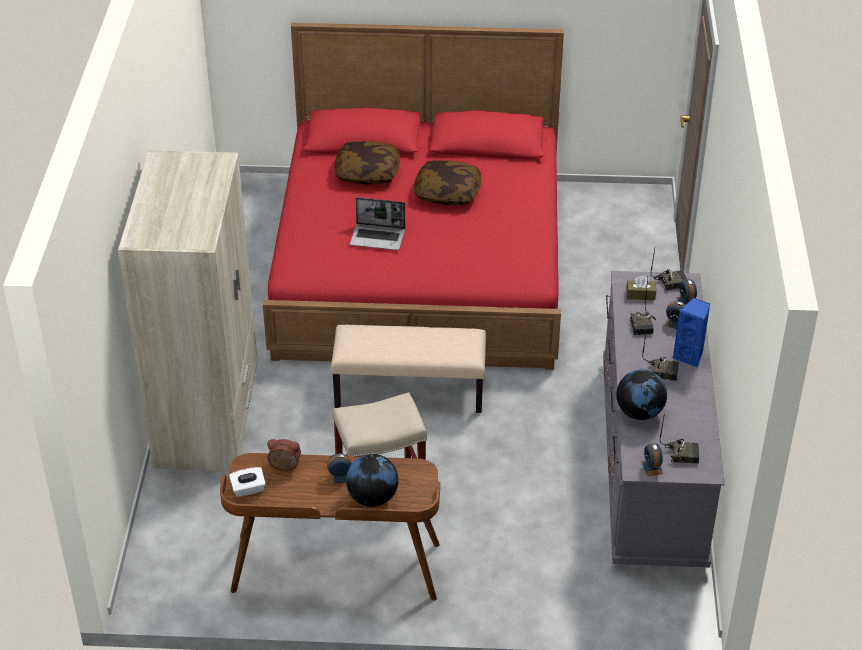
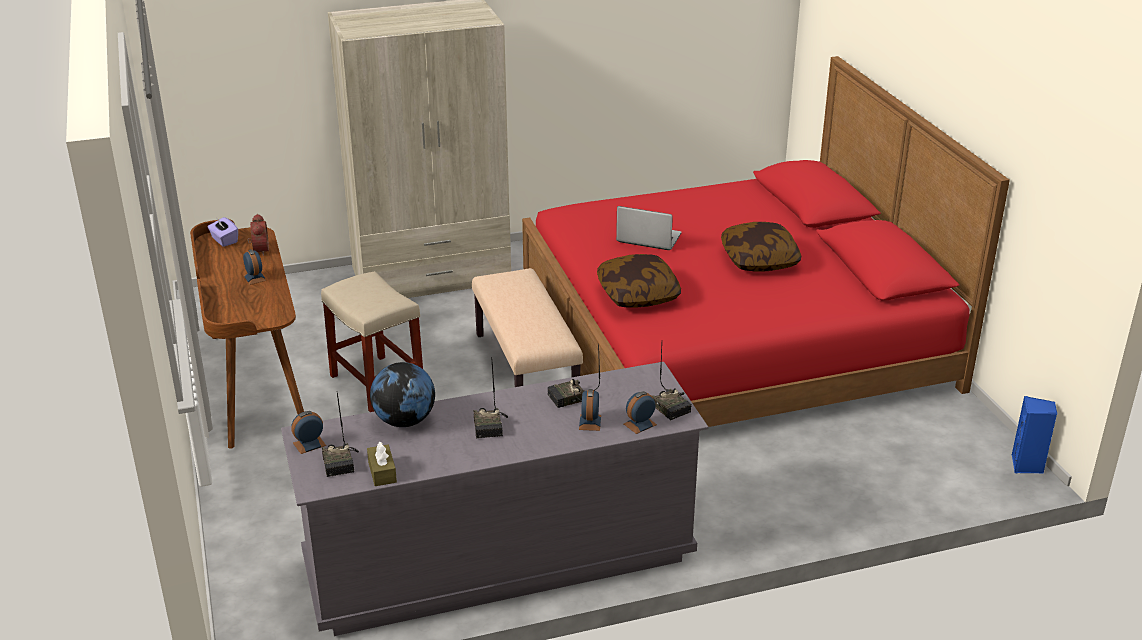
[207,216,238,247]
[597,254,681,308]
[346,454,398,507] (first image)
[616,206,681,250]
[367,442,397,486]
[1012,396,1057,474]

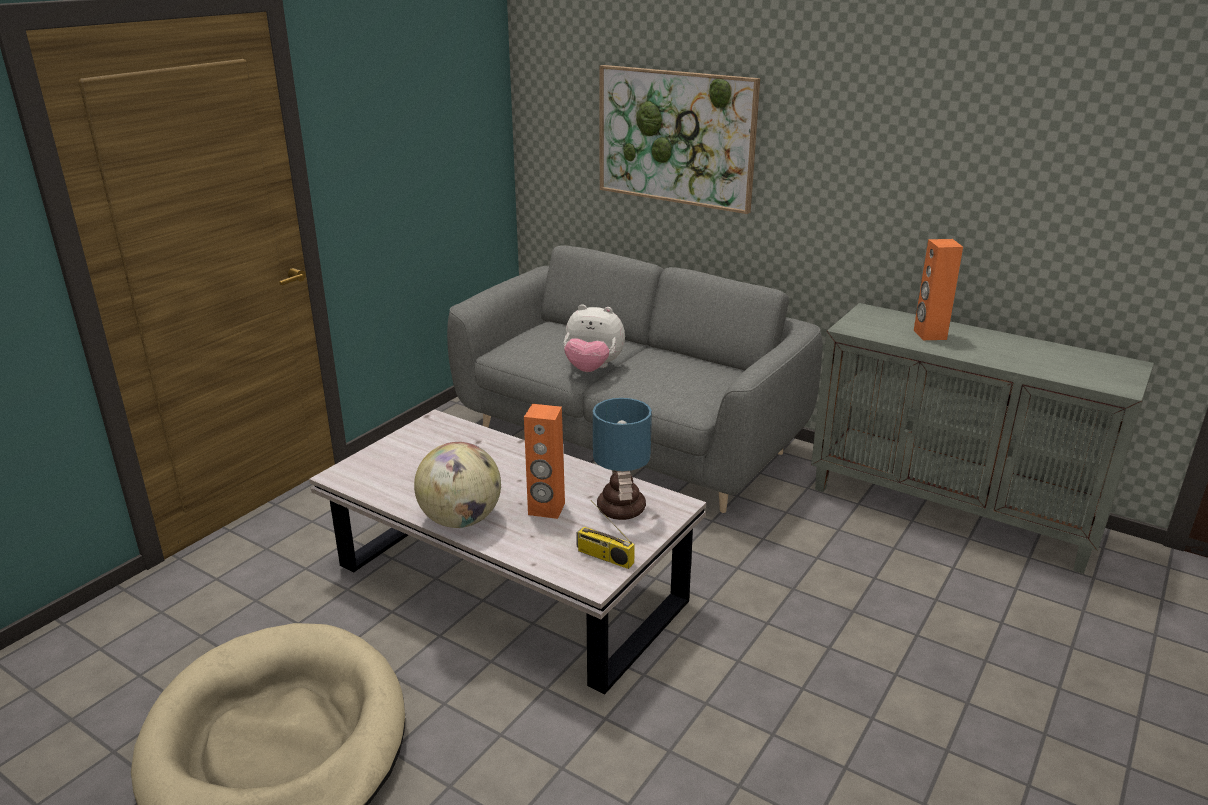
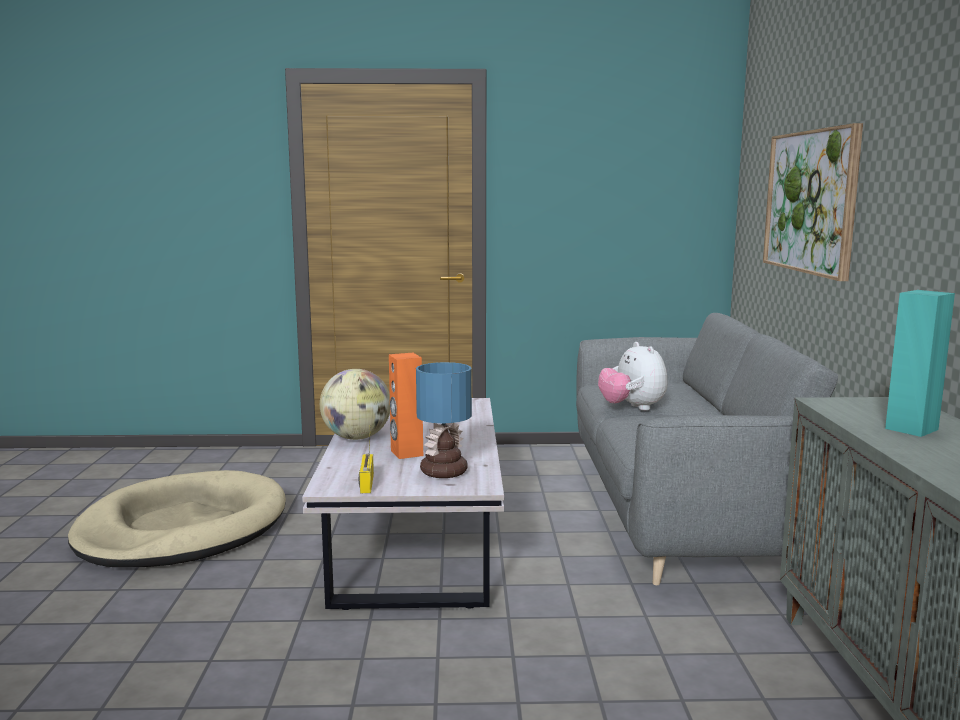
[885,290,955,437]

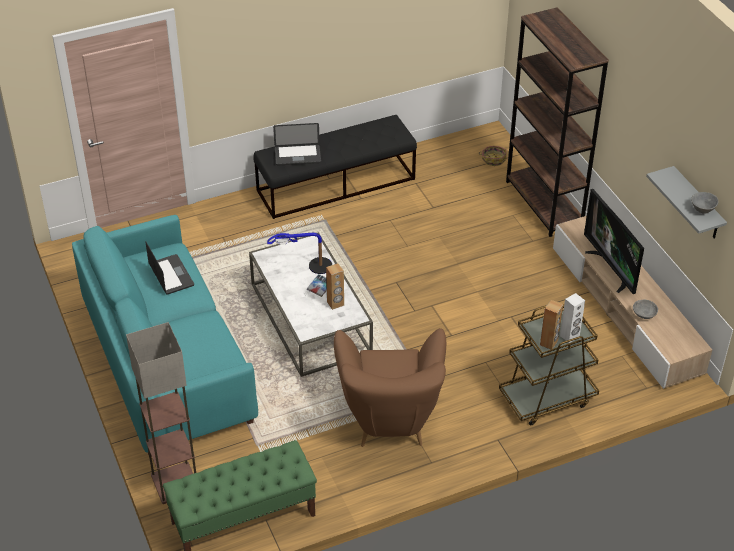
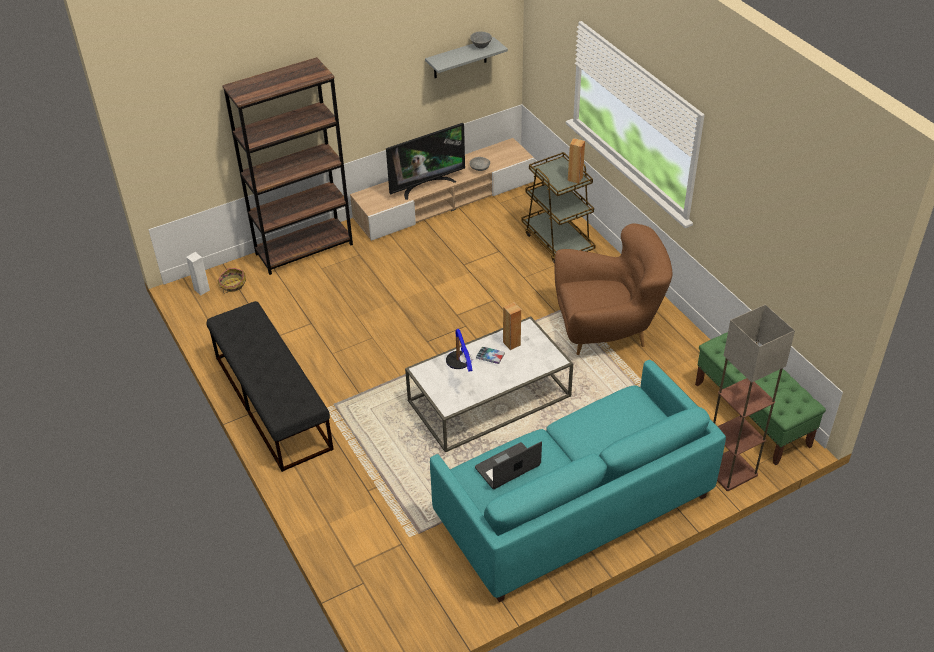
[273,123,321,165] (first image)
[186,252,210,295]

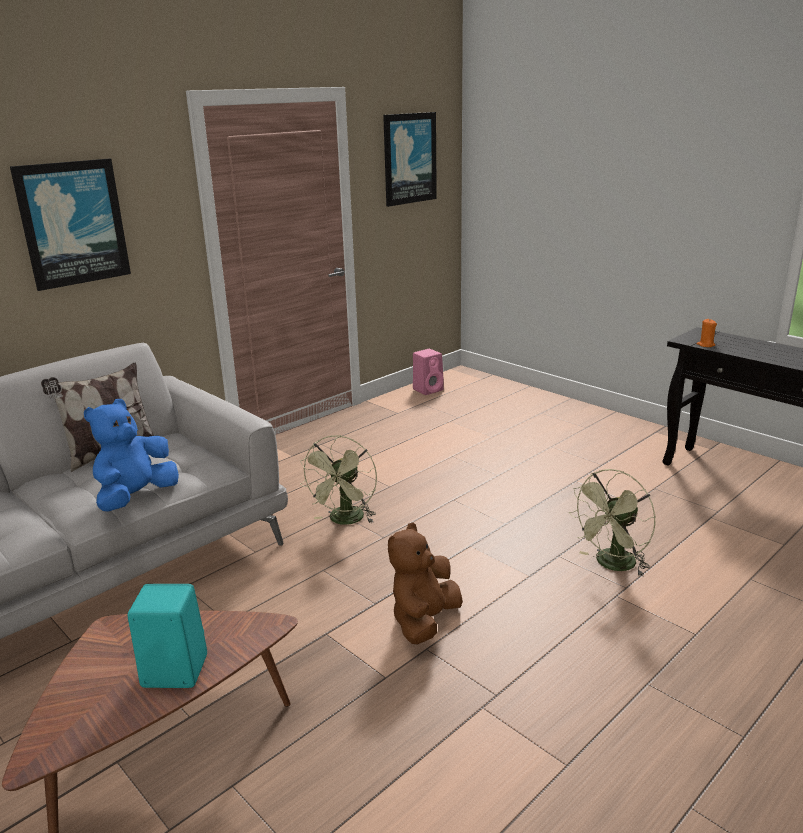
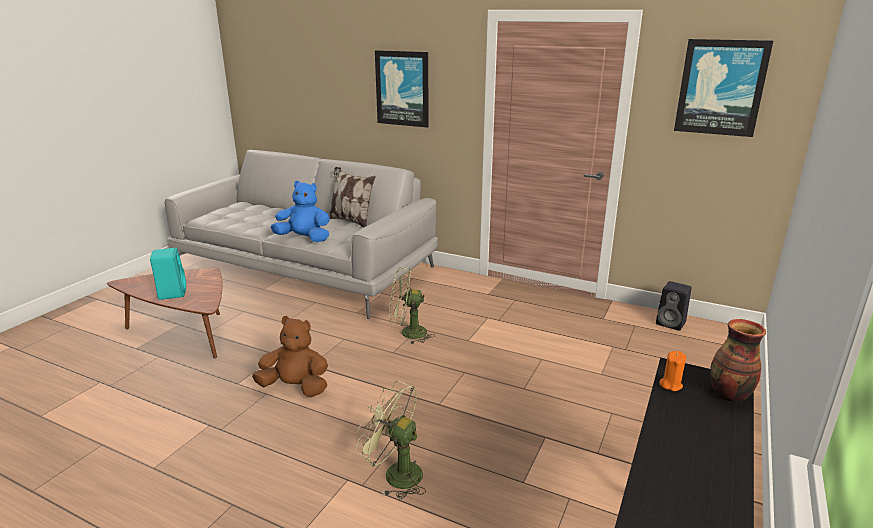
[656,281,692,331]
[710,319,766,402]

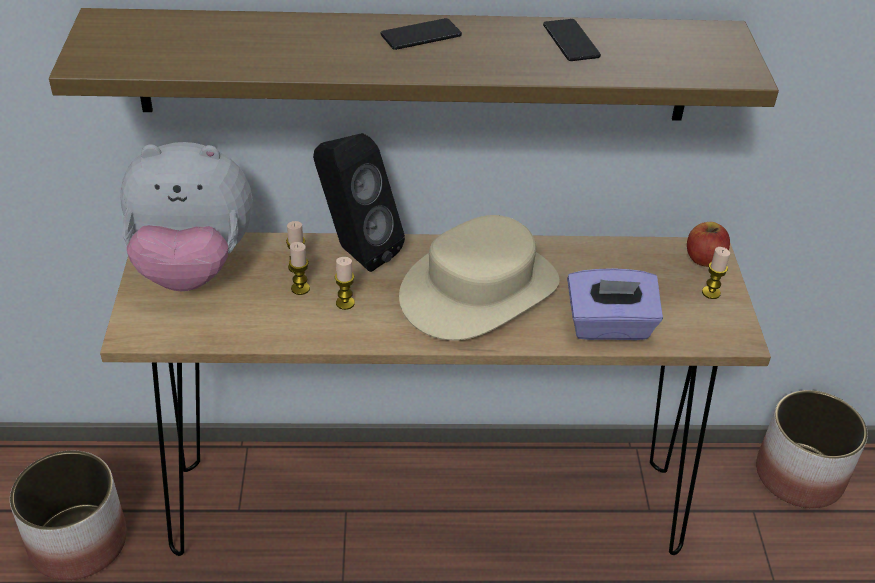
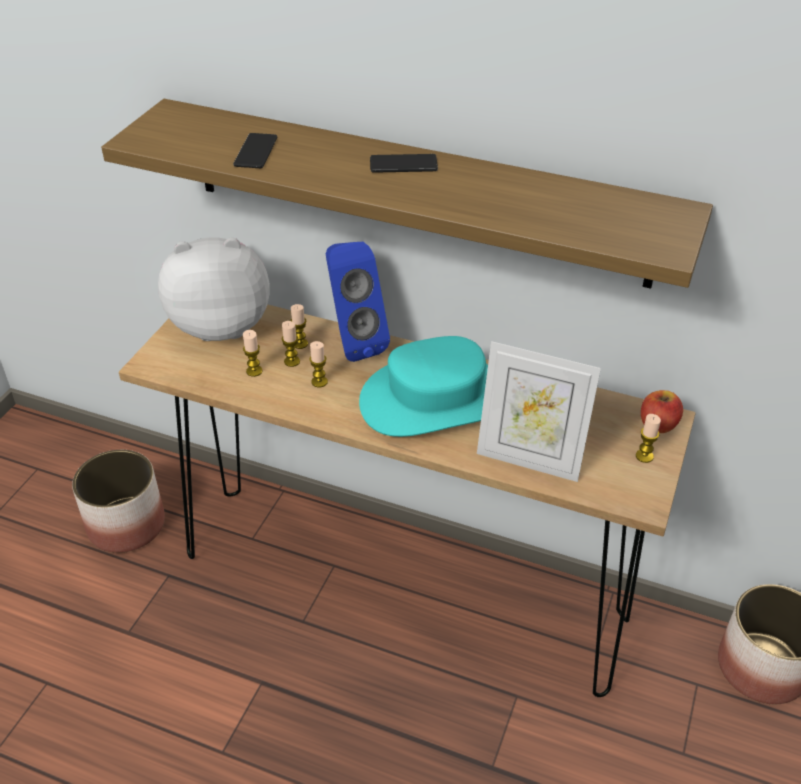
[158,237,270,341]
[326,242,390,362]
[359,336,488,437]
[233,133,277,168]
[477,341,601,482]
[243,330,263,377]

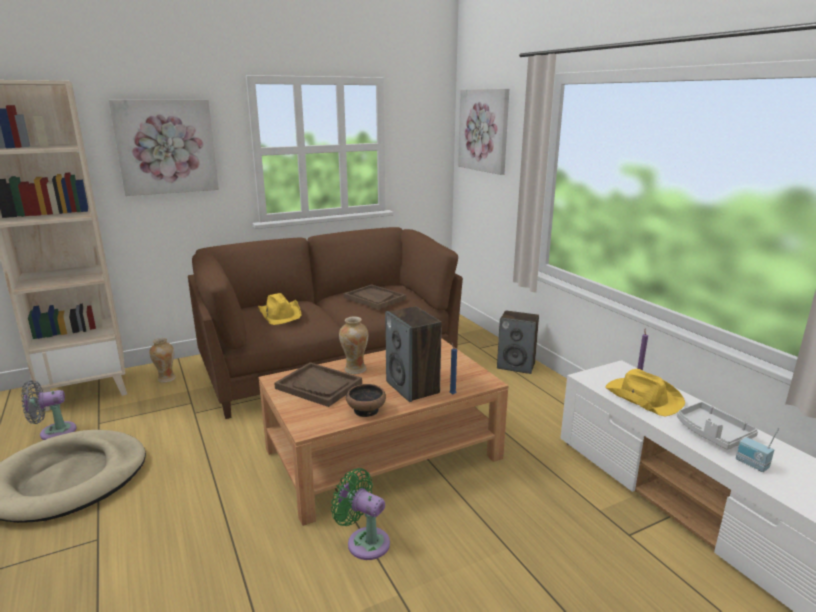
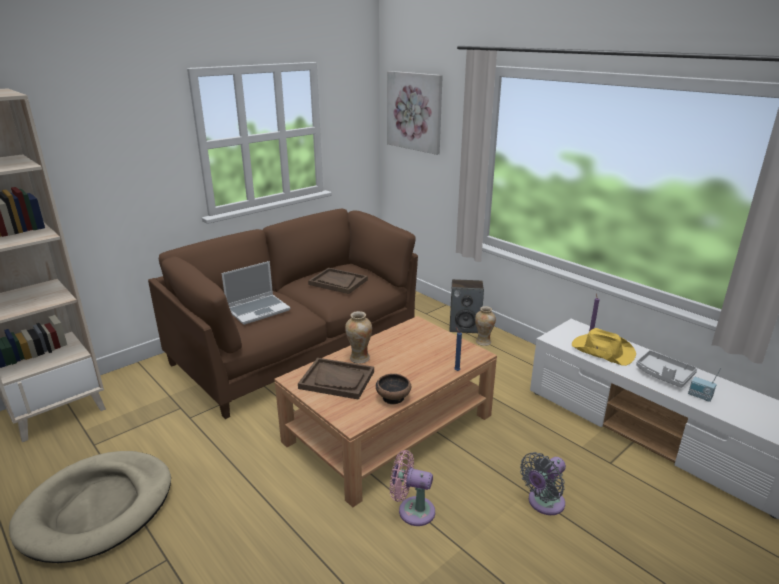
[520,452,566,515]
[109,100,219,196] (first image)
[475,306,496,346]
[221,261,291,325]
[390,450,435,526]
[385,306,442,402] (first image)

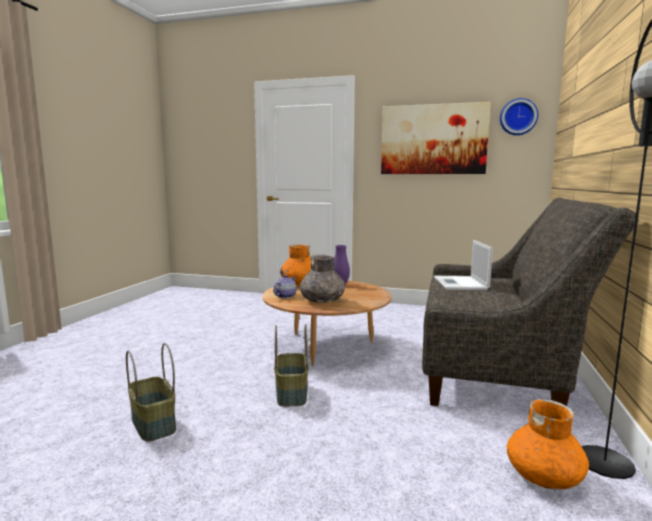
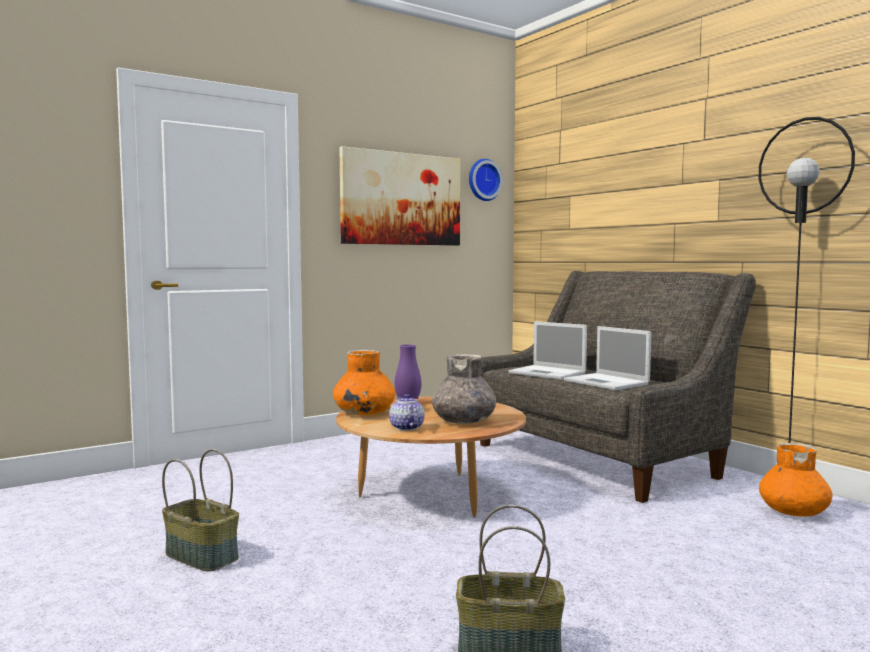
[162,449,239,572]
[564,326,651,390]

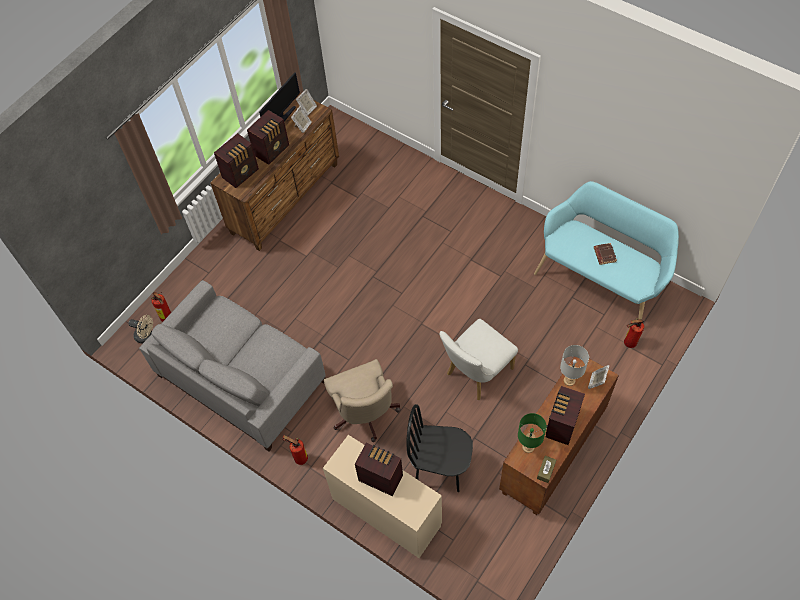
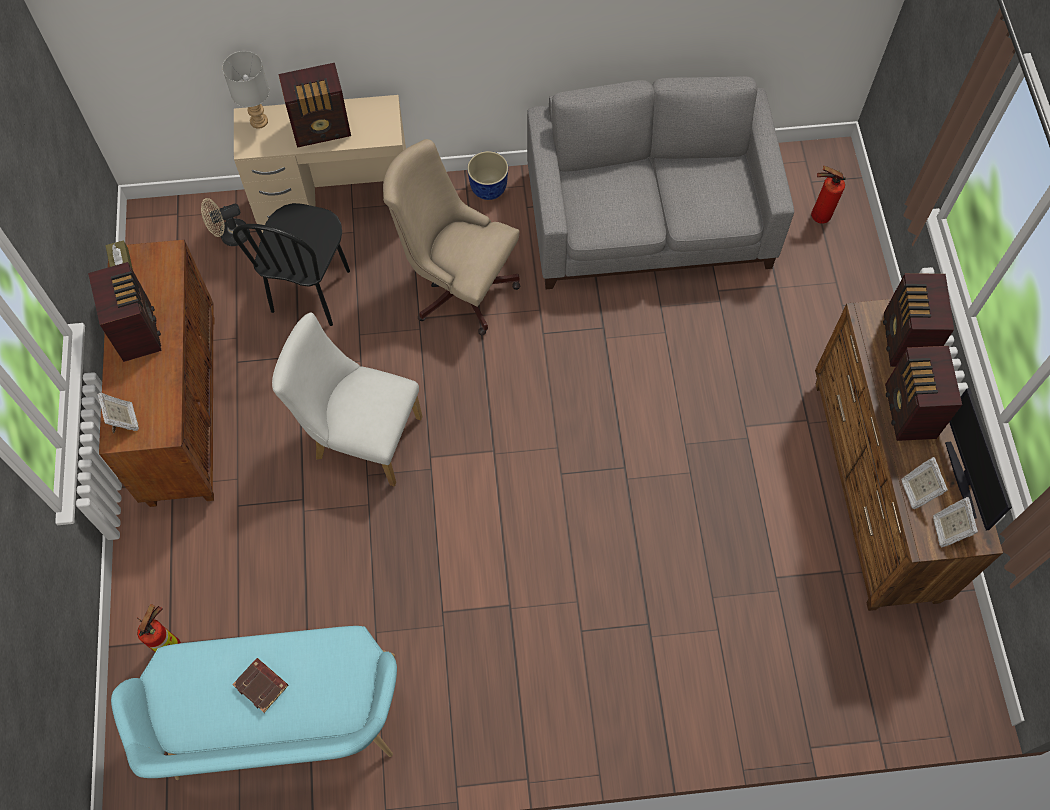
[201,198,250,246]
[467,151,508,200]
[233,203,350,326]
[272,313,422,487]
[518,413,547,453] (first image)
[222,51,269,129]

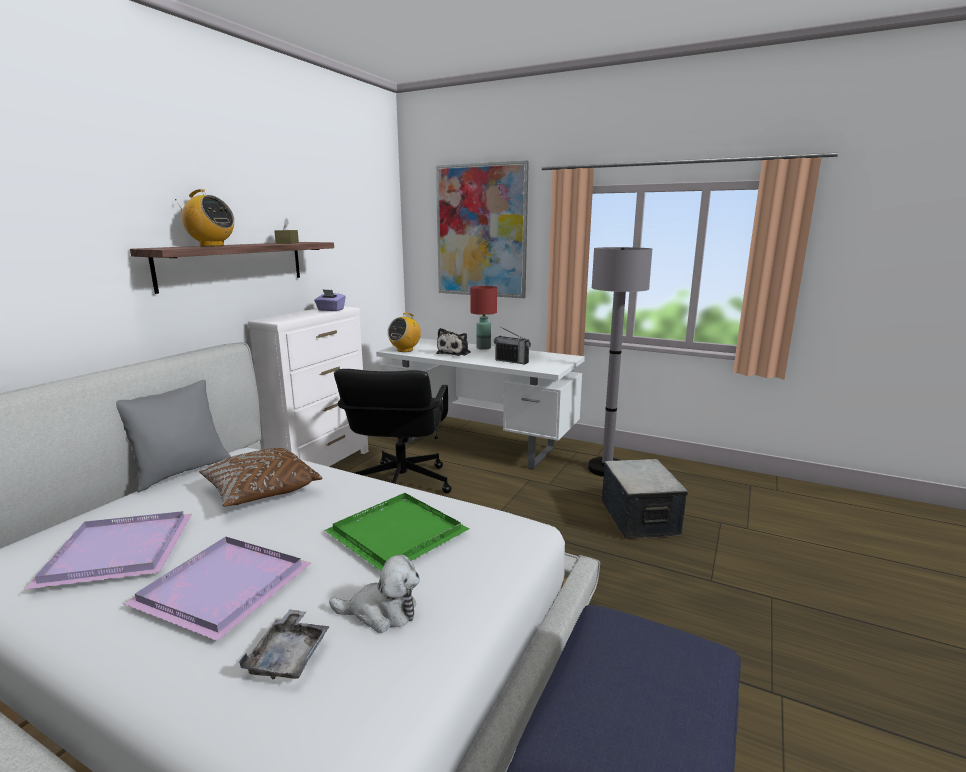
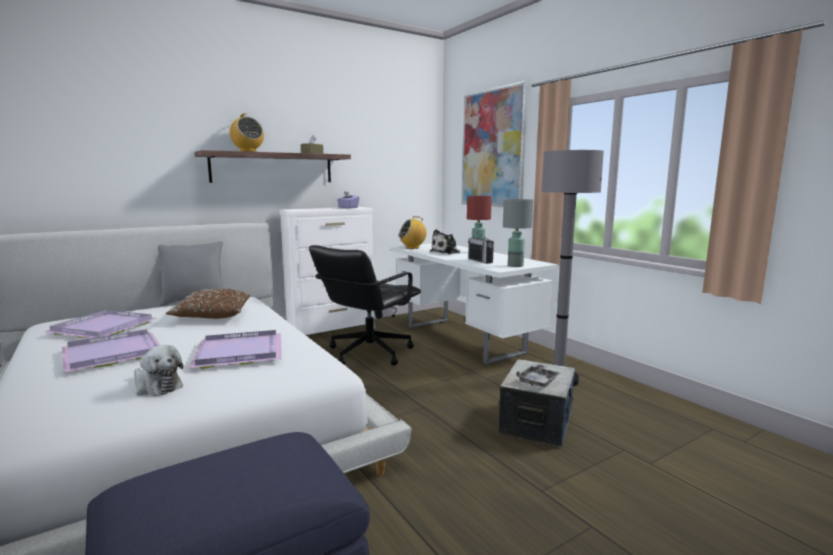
[516,364,560,387]
[189,330,281,369]
[503,199,533,267]

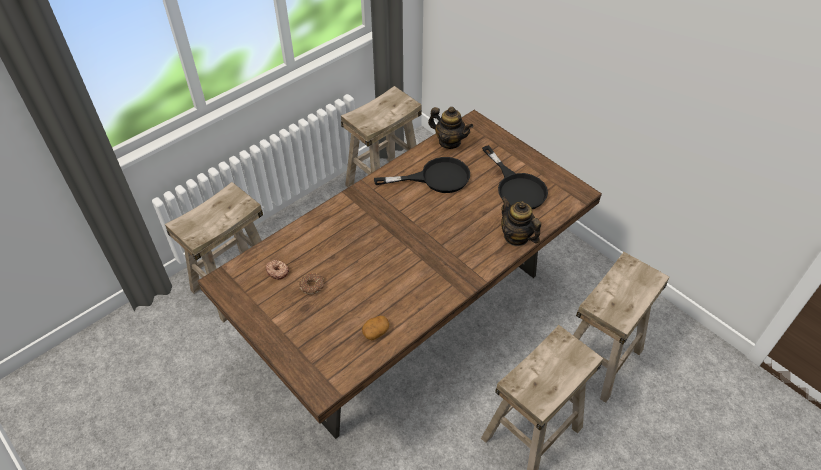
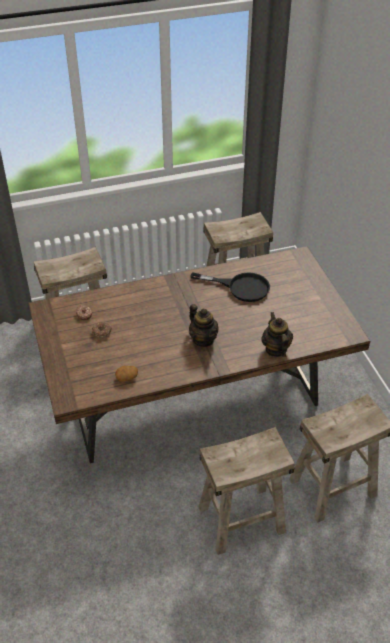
[189,304,218,347]
[482,145,548,209] (first image)

